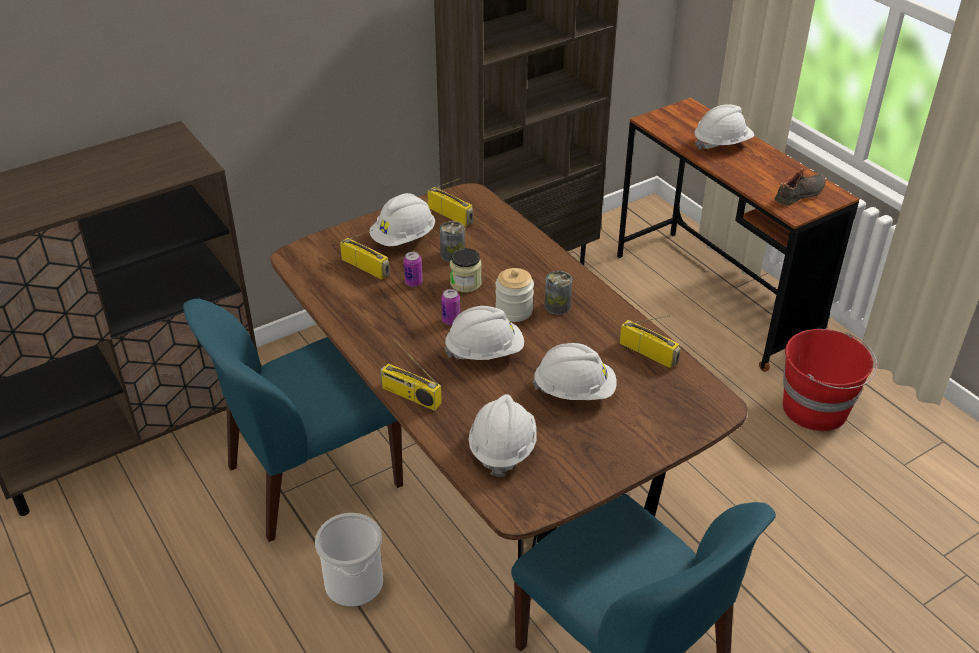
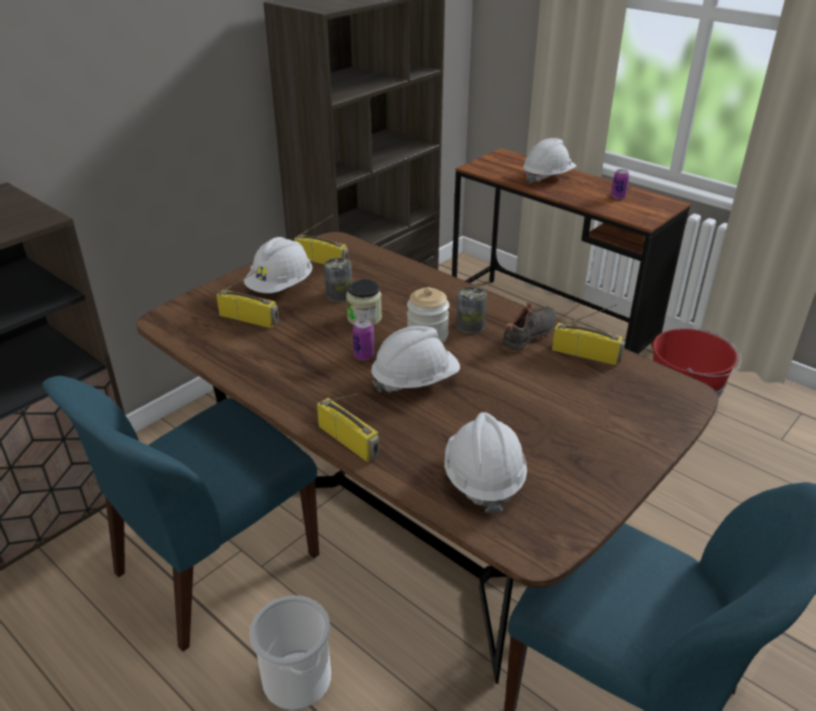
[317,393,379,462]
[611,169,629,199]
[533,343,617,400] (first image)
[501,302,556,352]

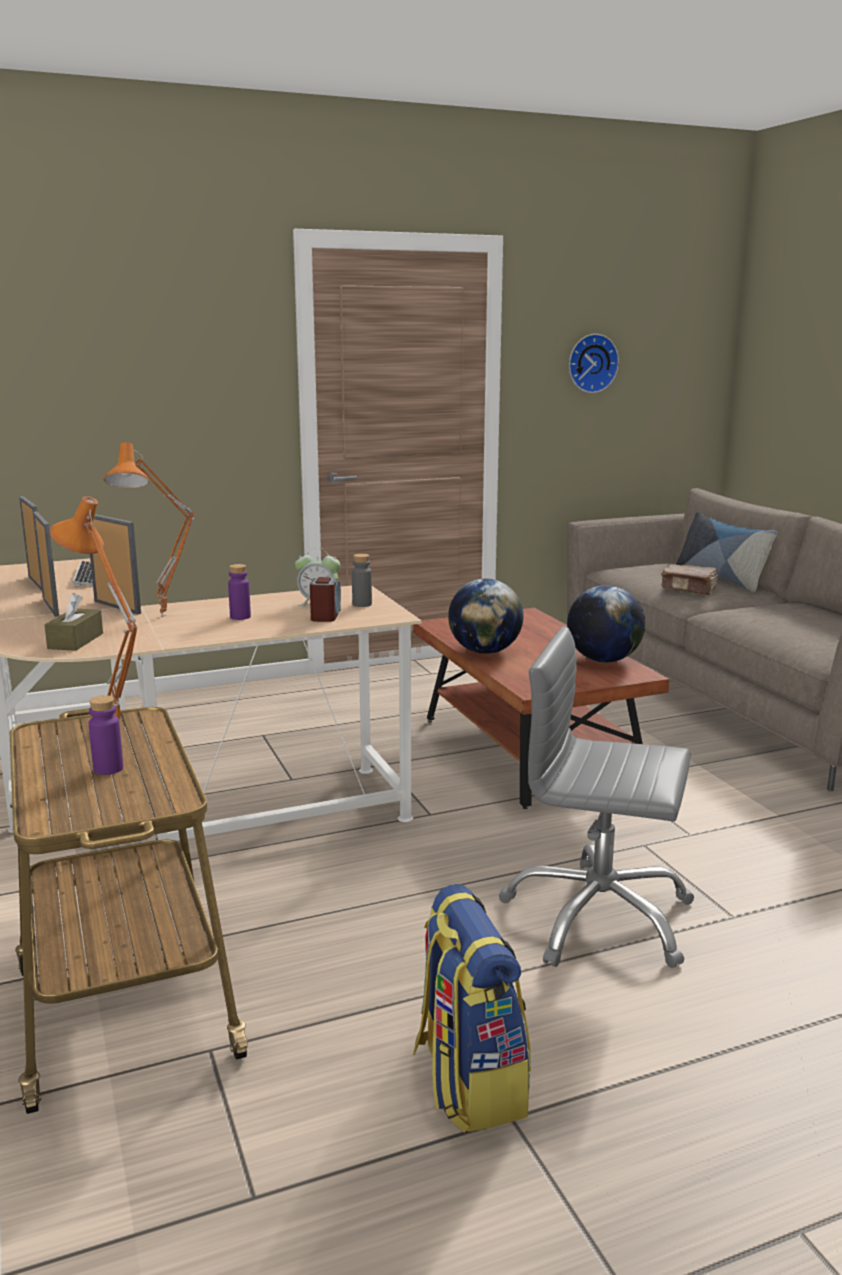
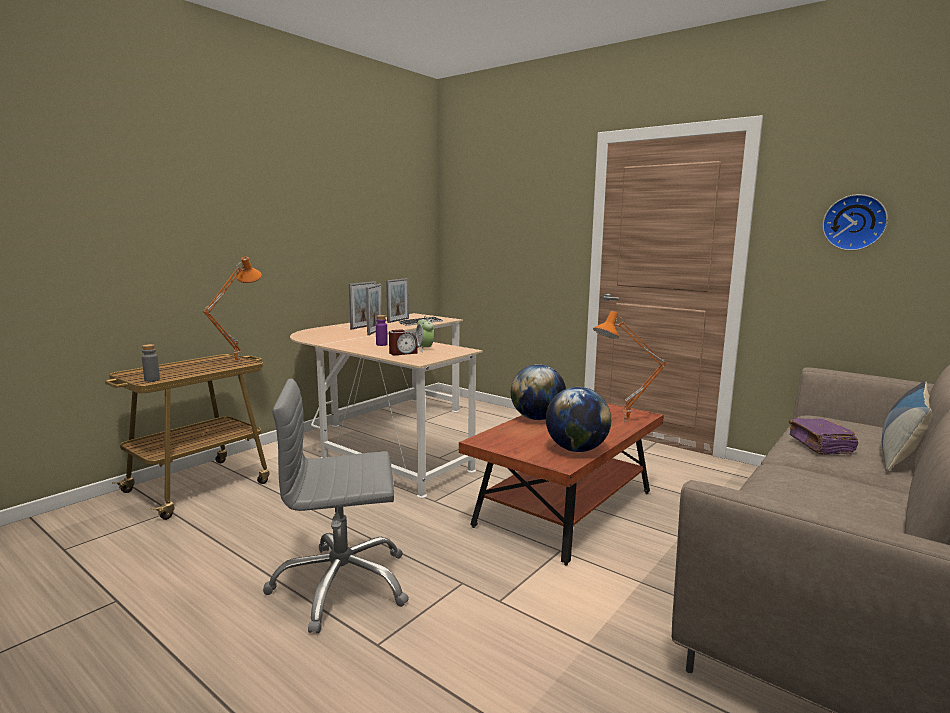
[45,593,103,651] (first image)
[89,695,123,775] (first image)
[593,311,668,422]
[142,344,160,382]
[413,884,531,1133] (first image)
[263,379,409,634]
[789,418,858,455]

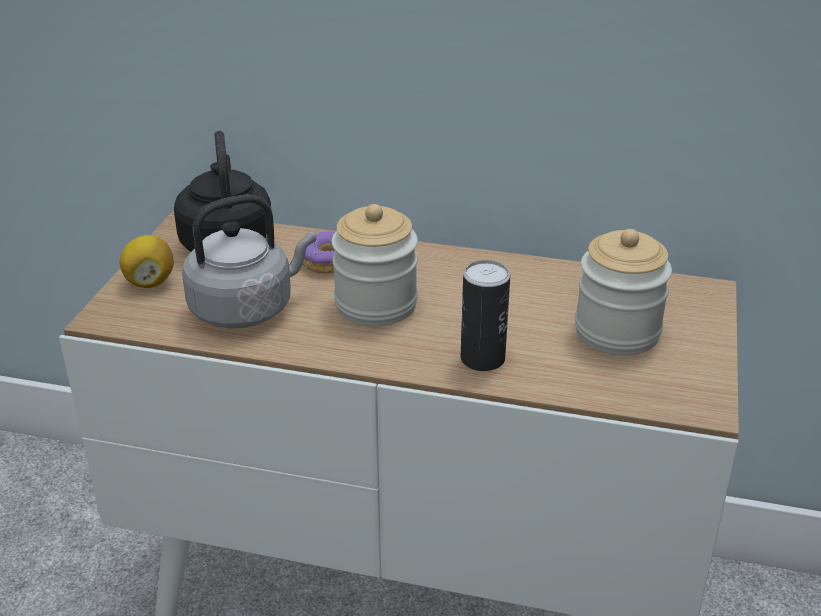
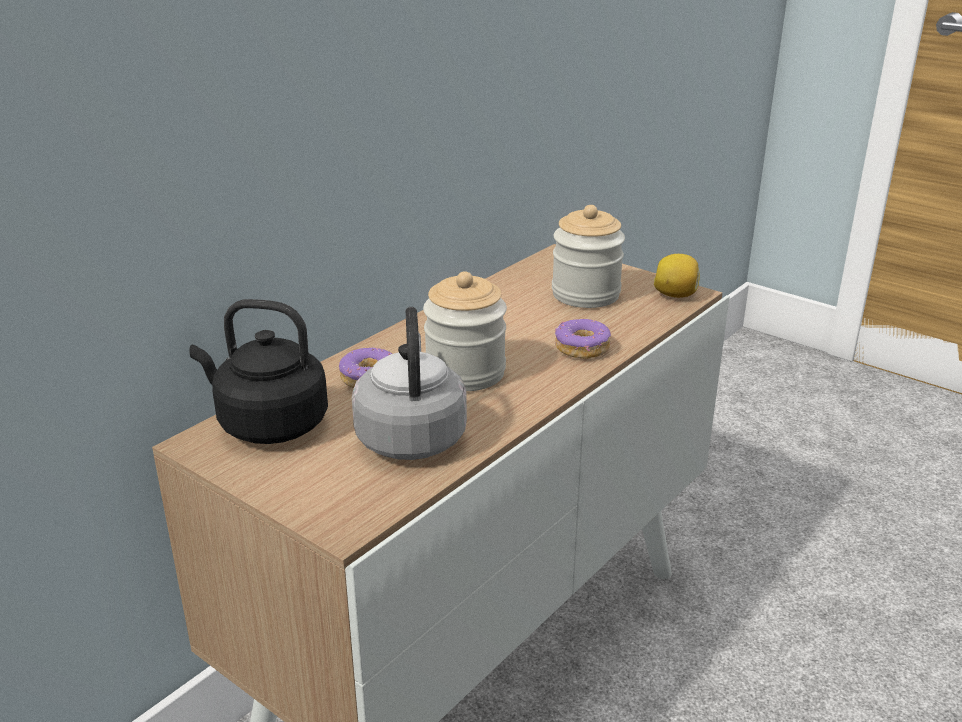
[654,254,700,298]
[555,319,611,359]

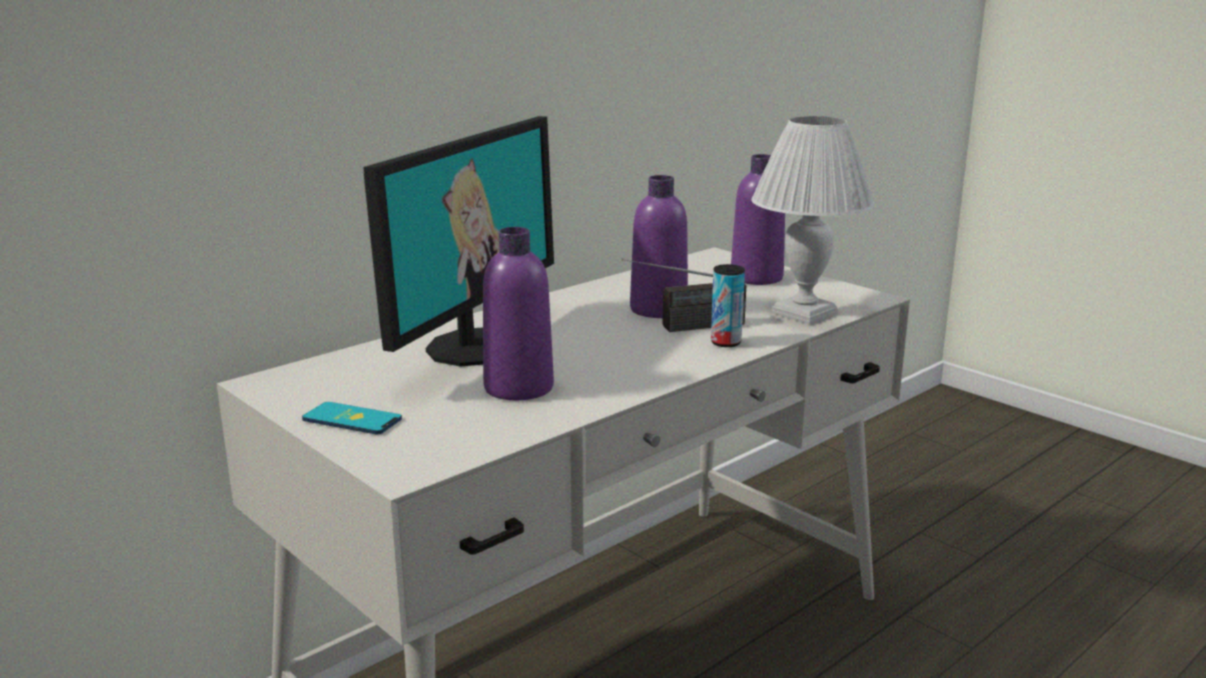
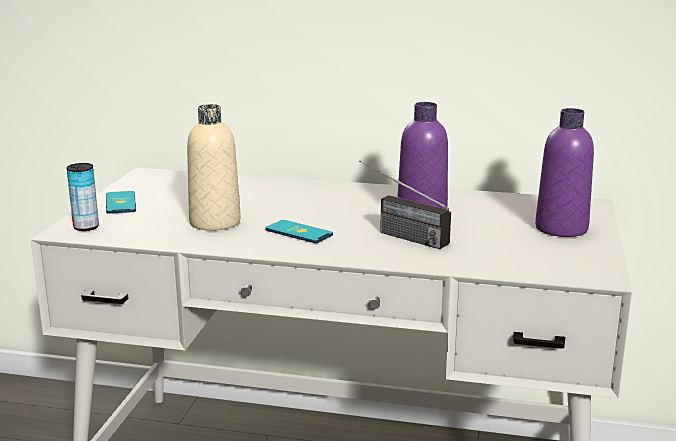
[364,116,554,367] (first image)
[187,104,241,231]
[66,163,99,231]
[751,116,874,325] (first image)
[265,220,333,243]

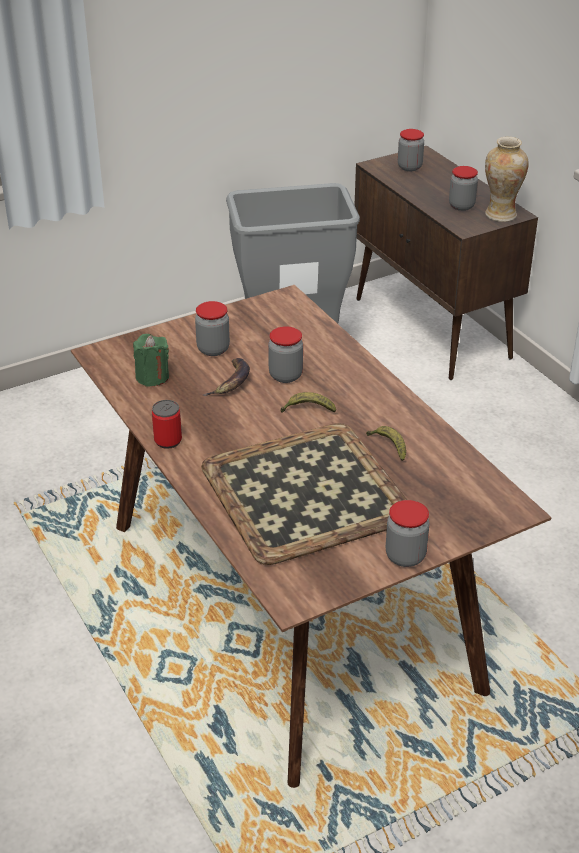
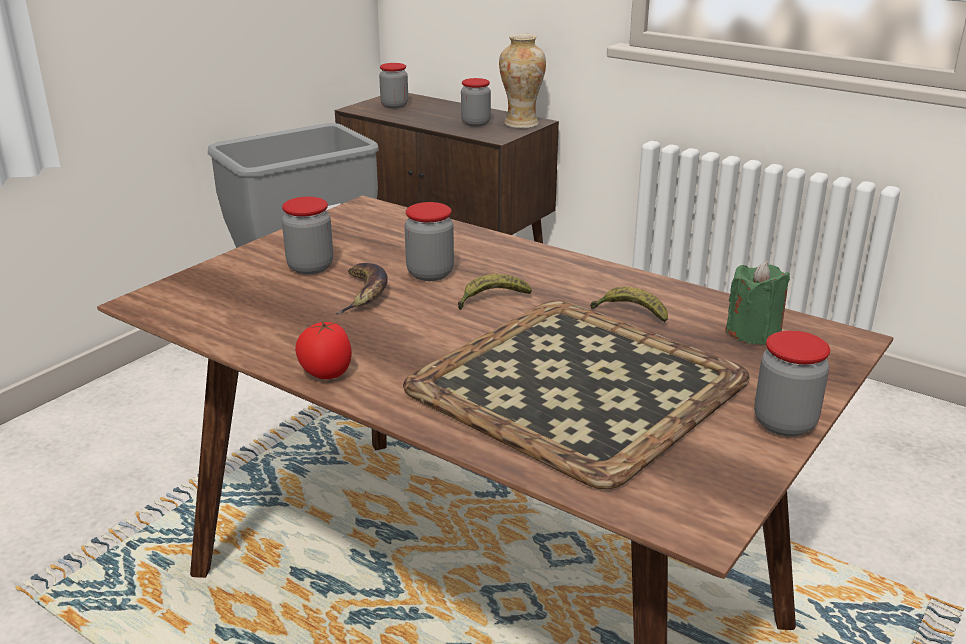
[725,261,790,345]
[295,320,352,379]

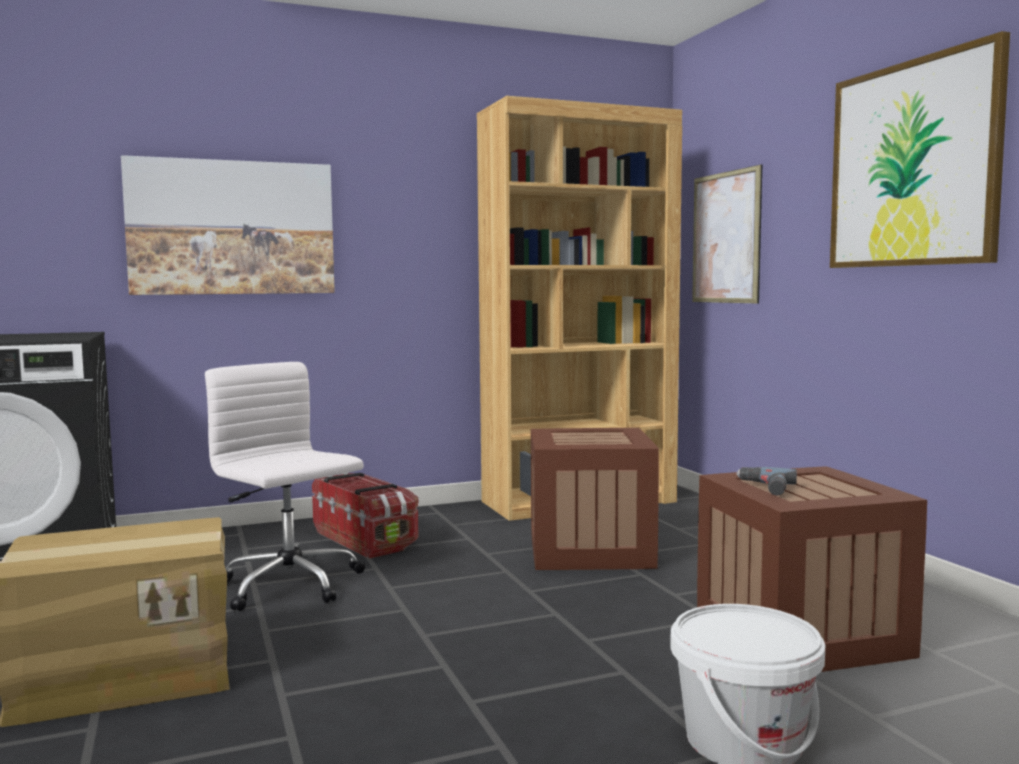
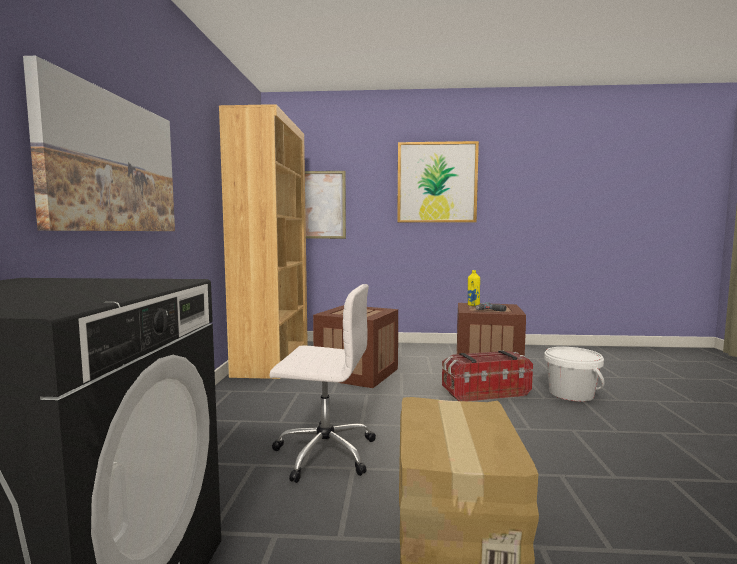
[269,284,376,483]
[442,350,533,401]
[468,270,480,306]

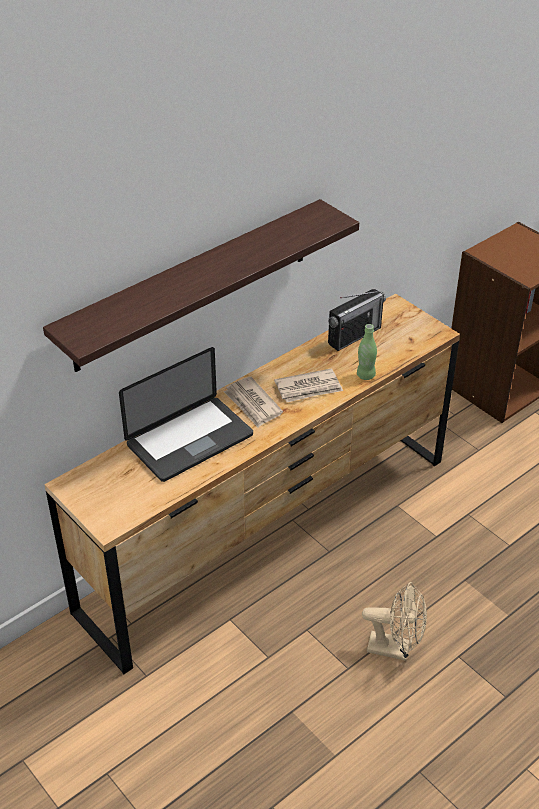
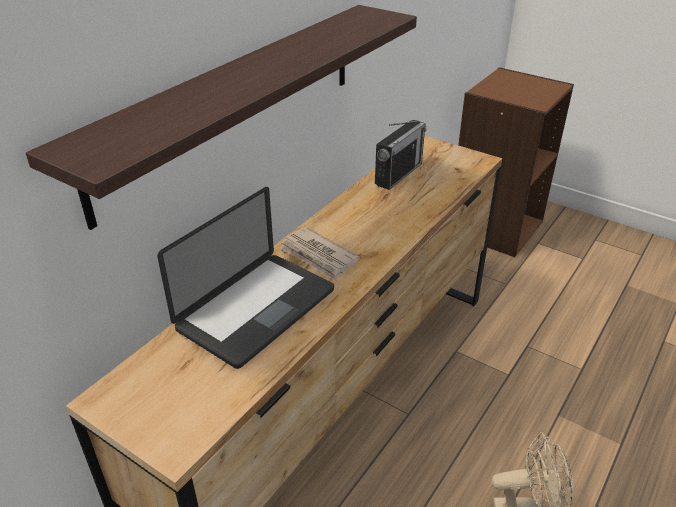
[274,368,343,402] (first image)
[357,324,377,380] (first image)

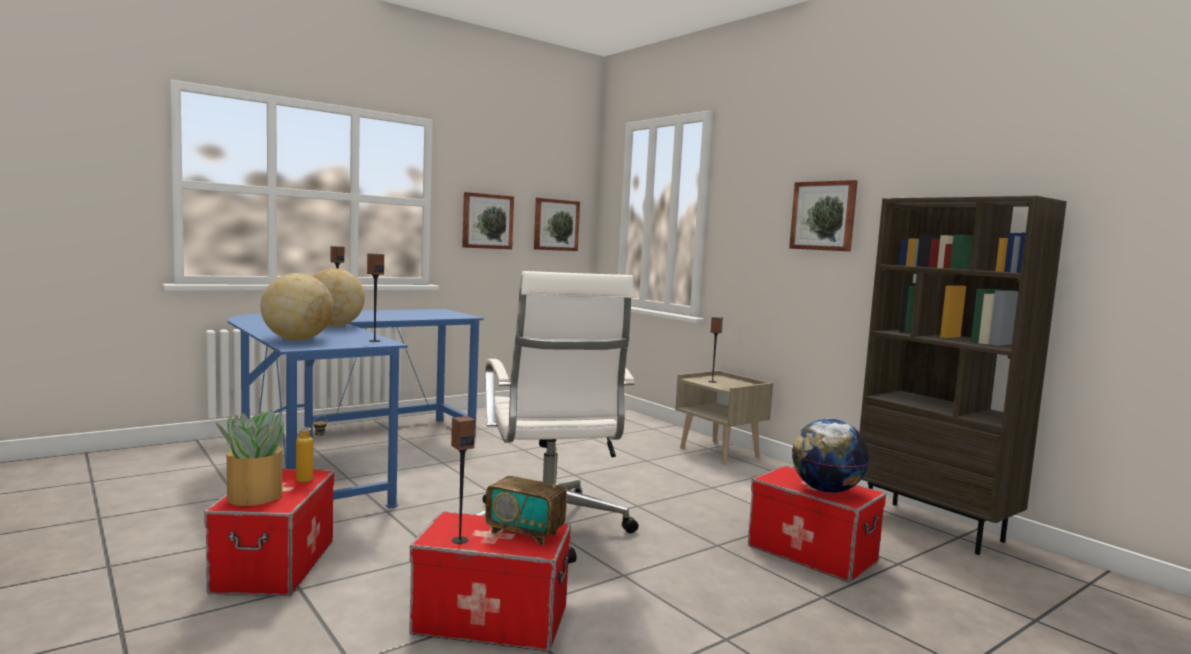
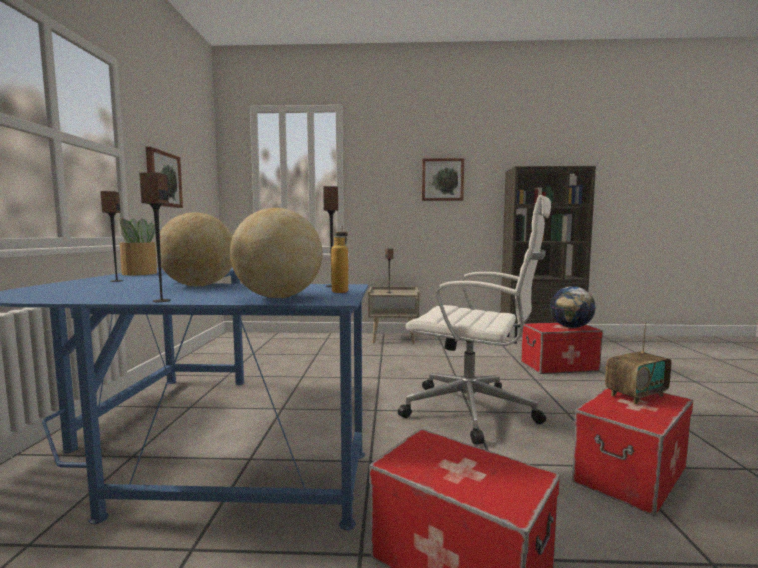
[119,218,157,275]
[331,224,348,293]
[139,172,171,302]
[534,198,580,251] (first image)

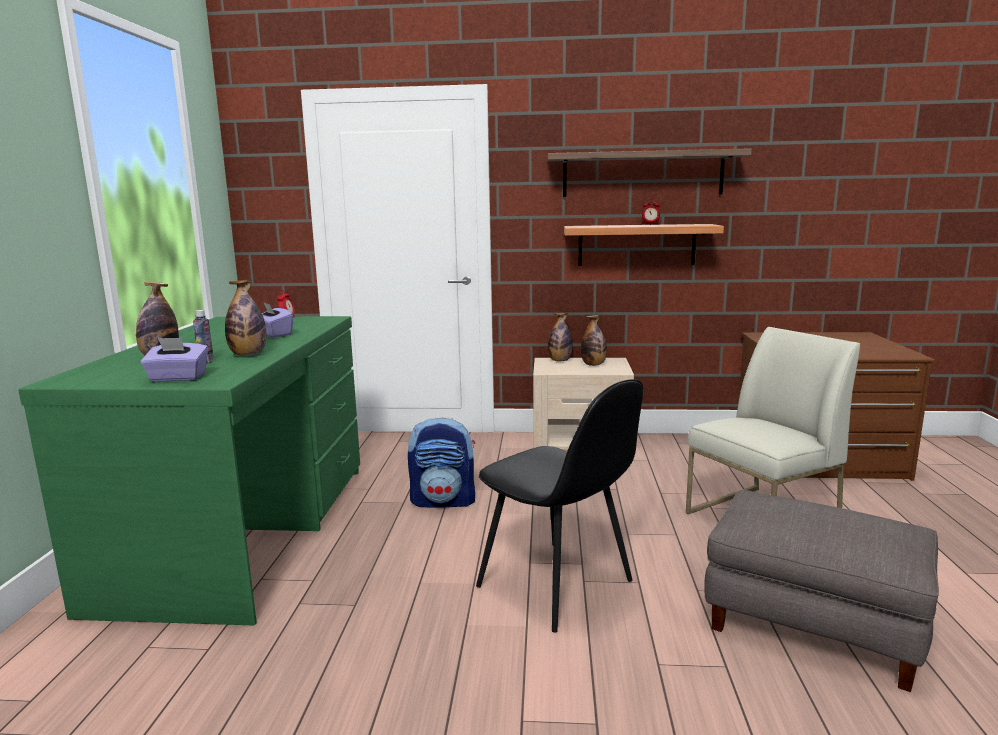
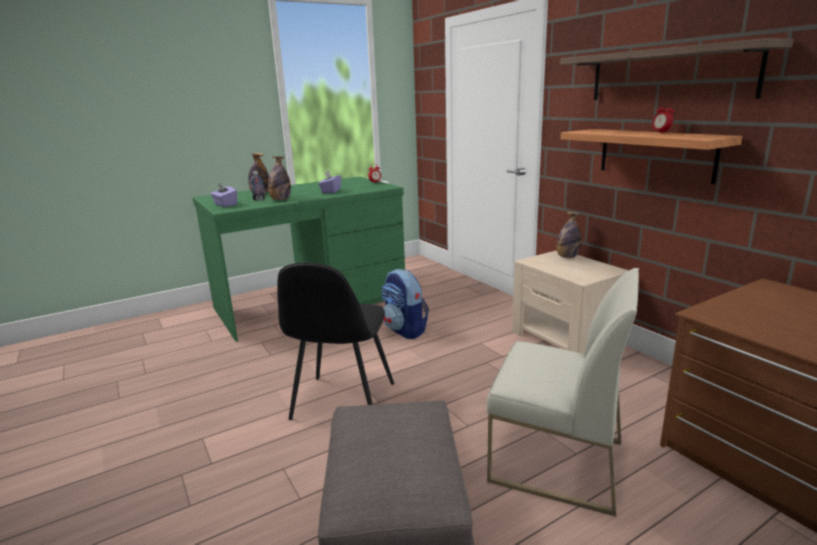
[581,315,607,366] (first image)

